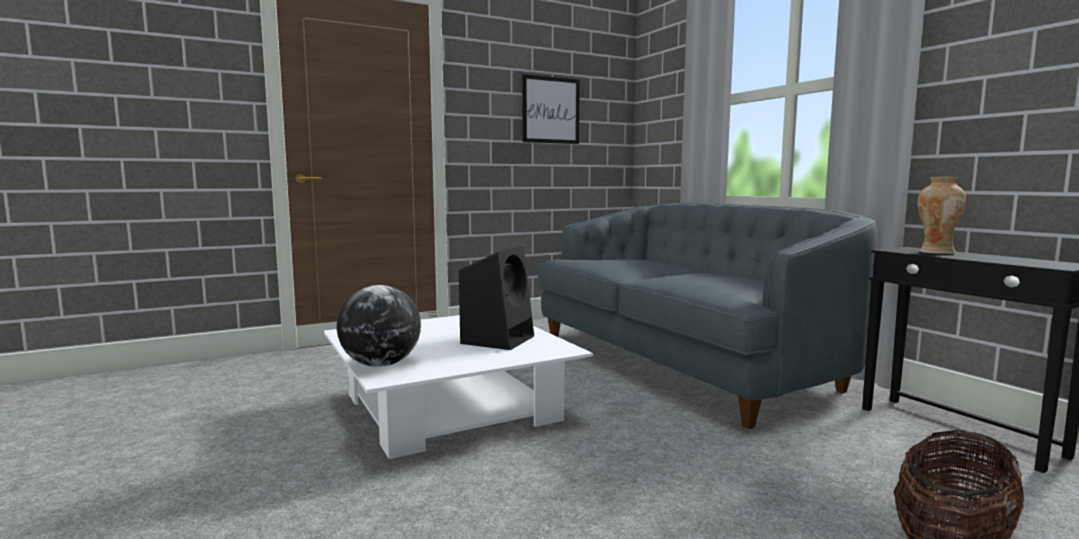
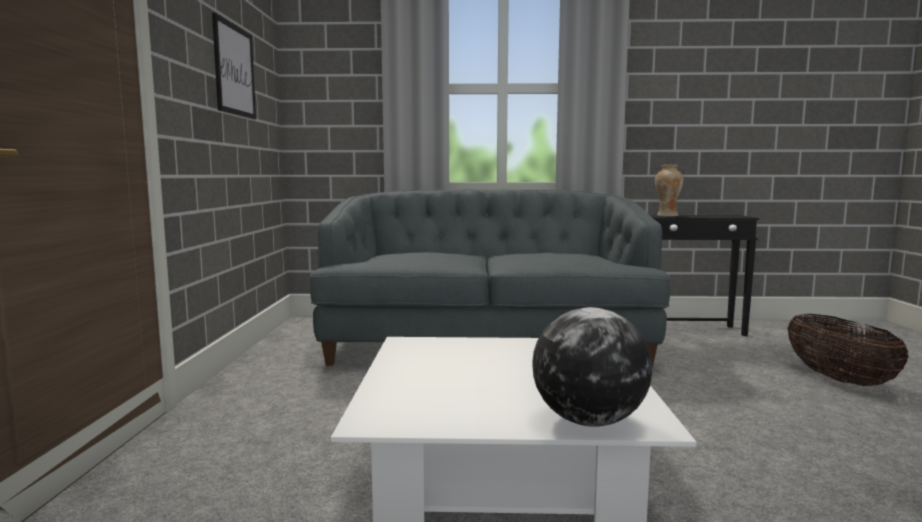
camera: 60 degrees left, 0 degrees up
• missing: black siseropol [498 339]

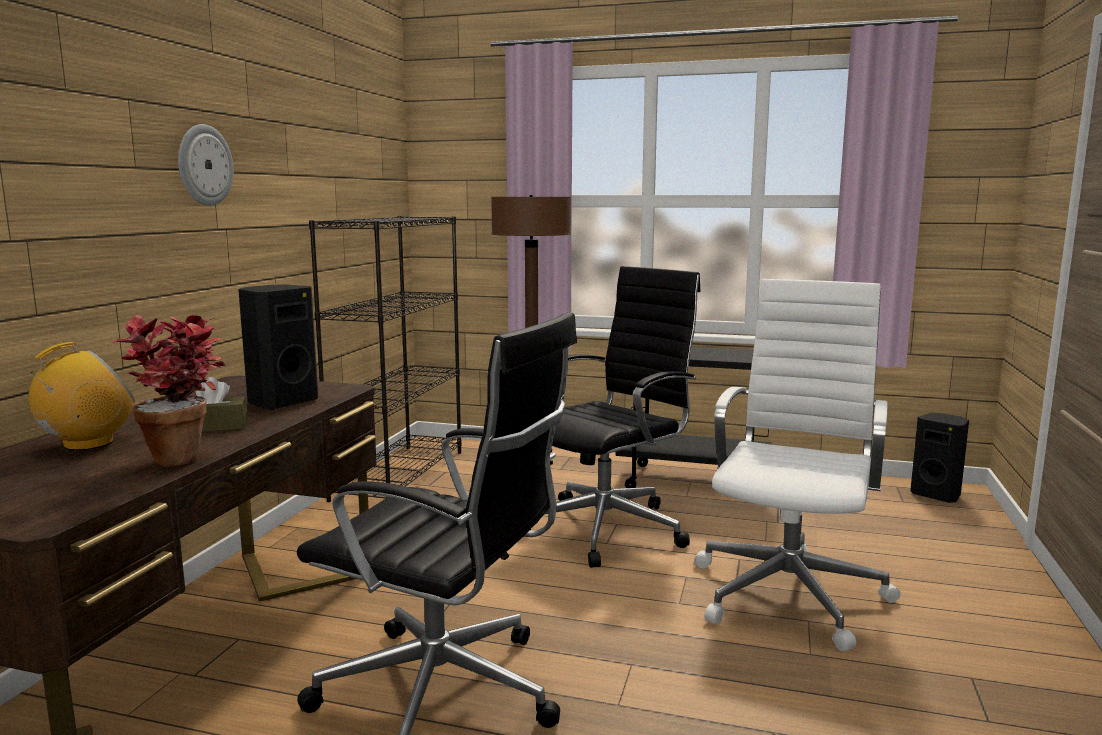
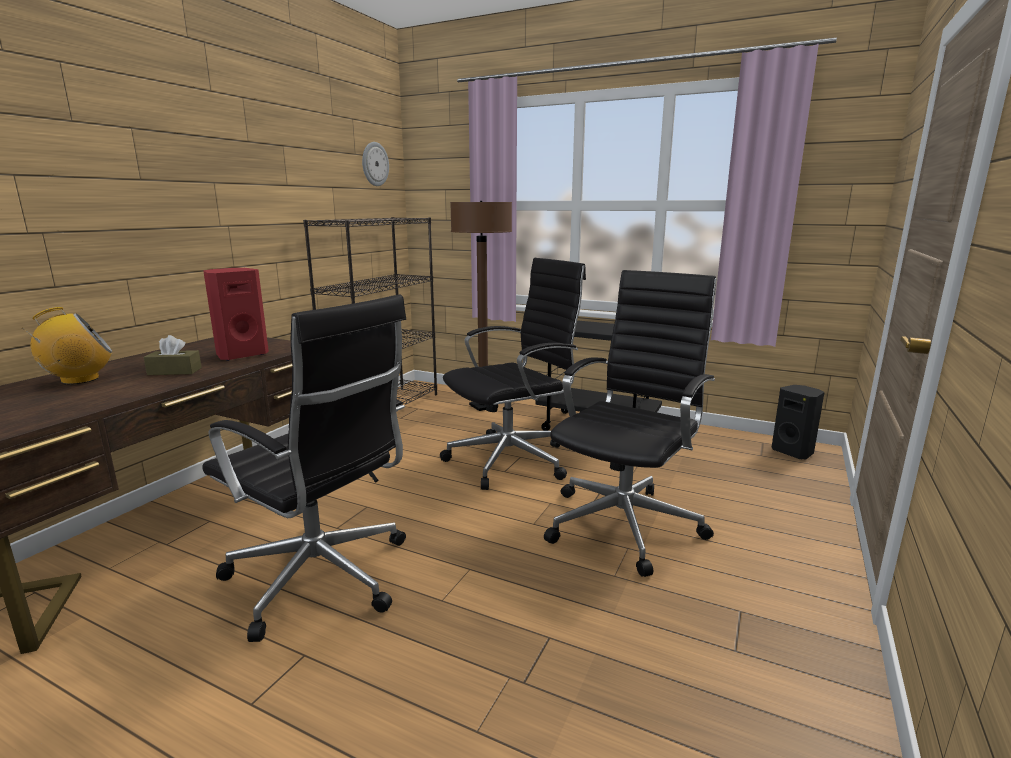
camera: 10 degrees right, 5 degrees up
• missing: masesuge [185 456]
• relocated: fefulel [204 165] to [374 164]
• colour: black siseropol [281 402] to red siseropol [241 355]
• colour: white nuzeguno [790 592] to black nuzeguno [625 523]

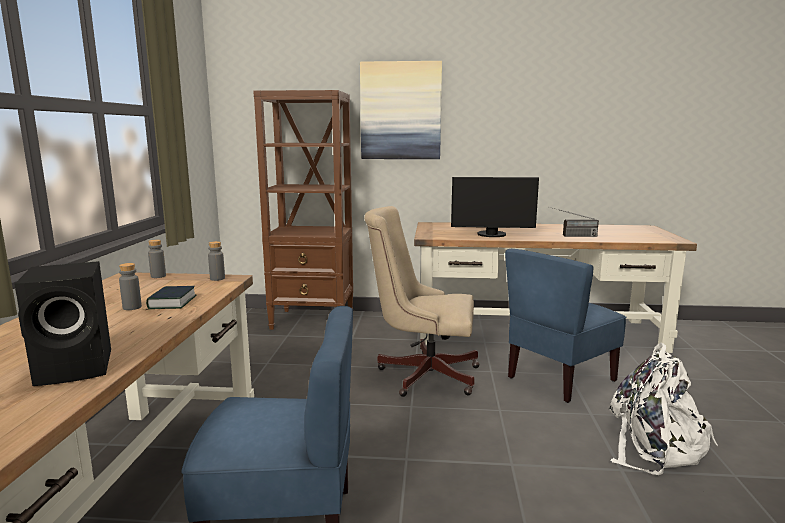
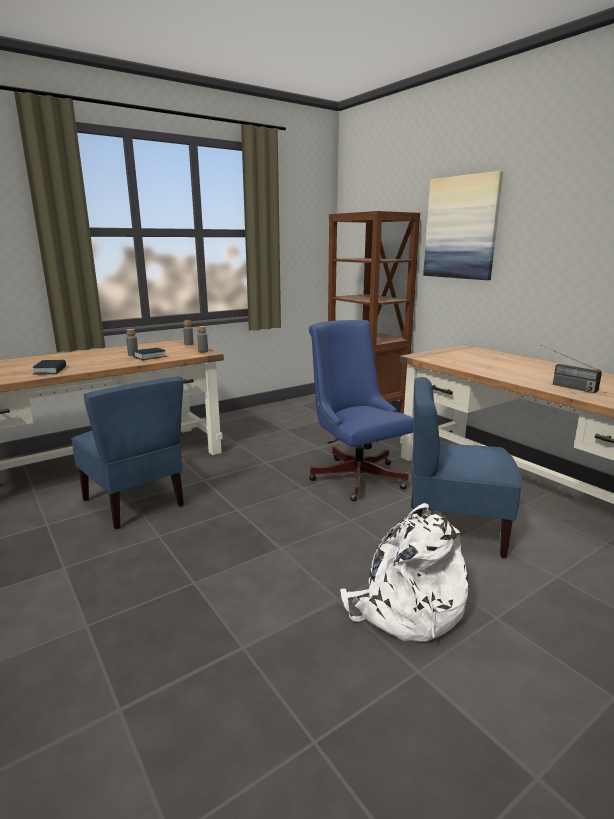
camera: 50 degrees right, 5 degrees up
• missing: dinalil [492 235]
• exchanged: black siseropol [78 367] to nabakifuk [50 370]
• colour: beige nuzeguno [422 374] to blue nuzeguno [355 475]

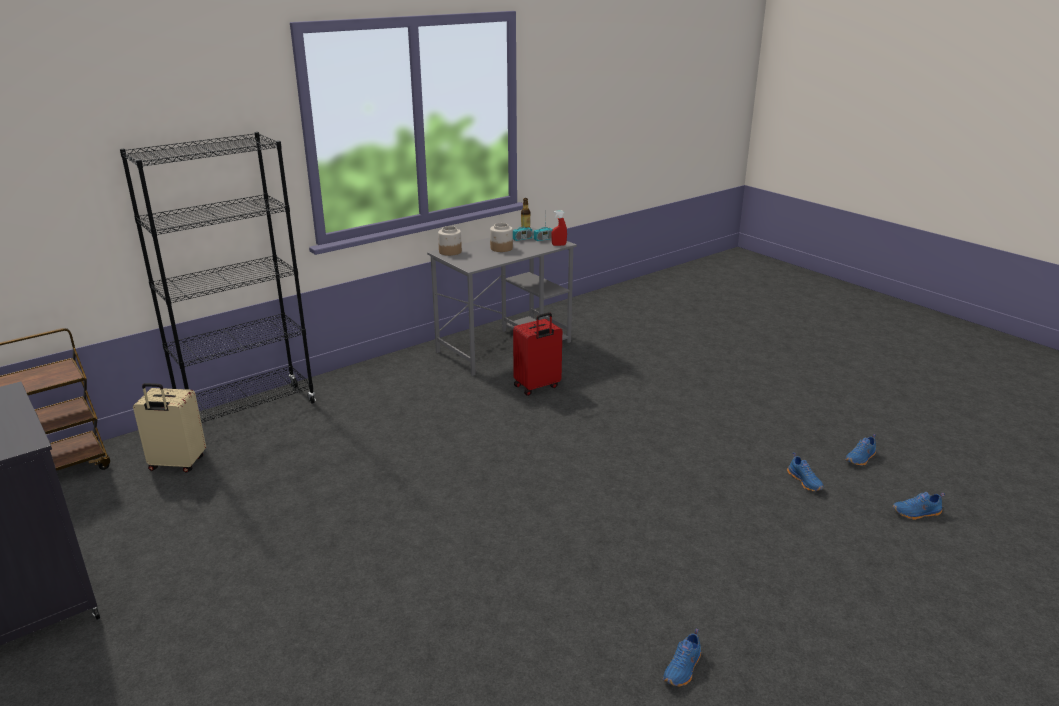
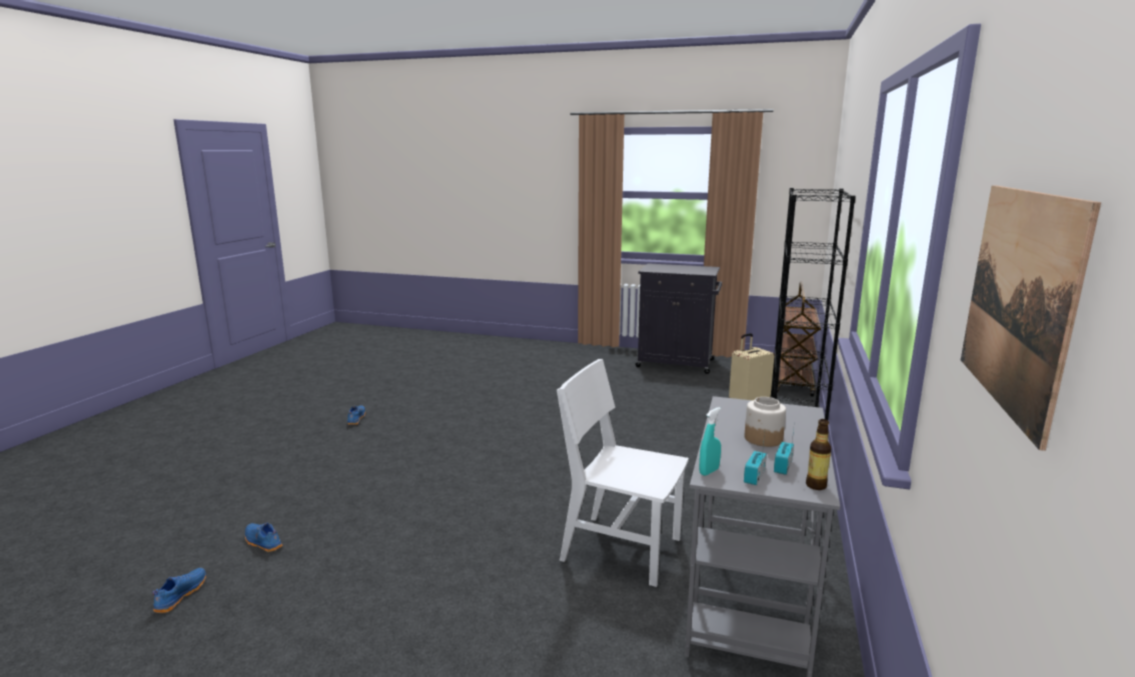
camera: 145 degrees right, 10 degrees down
• missing: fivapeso [450 252]
• missing: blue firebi [917 513]
• appeared: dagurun [1017 299]
• exchanged: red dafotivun [537 387] to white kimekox [621 549]
• colour: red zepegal [559 245] to turquoise zepegal [709 471]

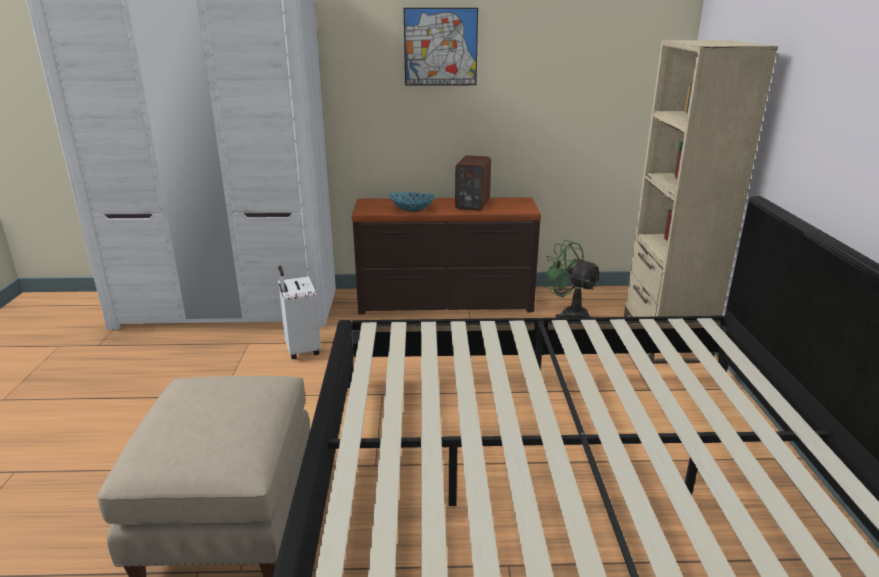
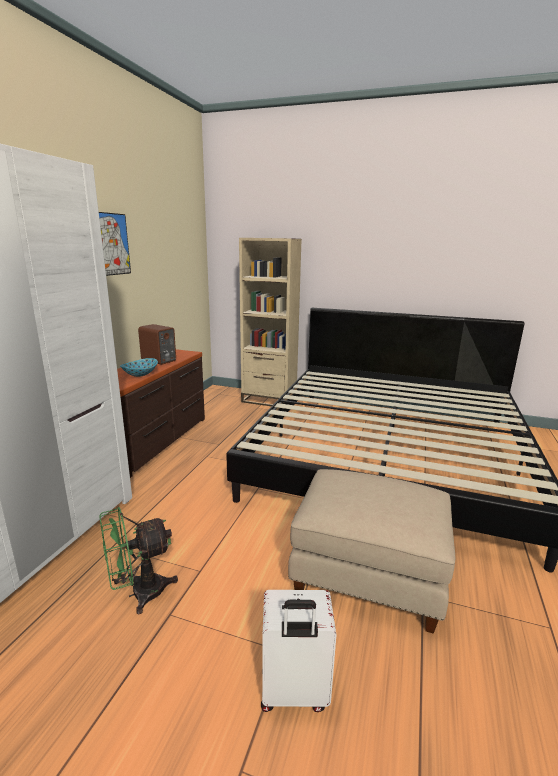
camera: 70 degrees left, 5 degrees down
• relocated: white dafotivun [301 350] to [294 693]
• relocated: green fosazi [569 313] to [139 593]

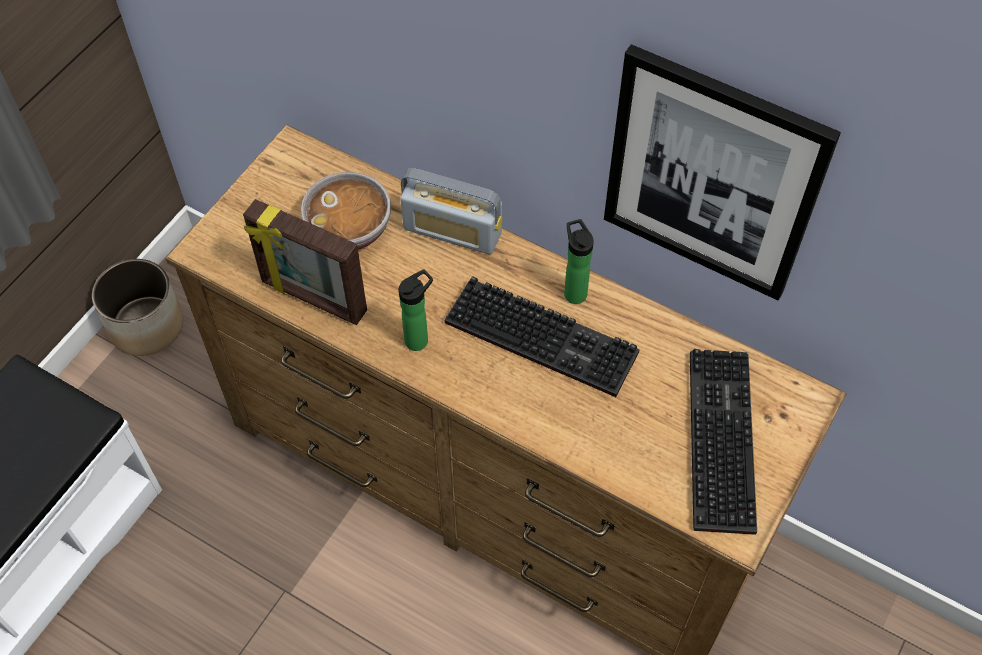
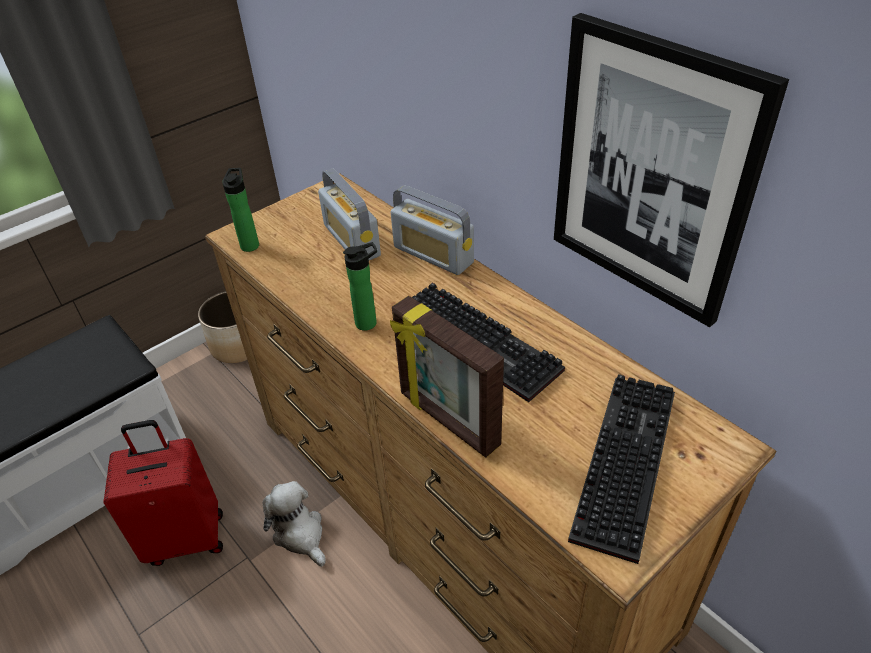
camera: 20 degrees right, 15 degrees down
• appeared: red dafotivun [186 537]
• appeared: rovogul [300 533]
• relocated: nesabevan [313 298] to [447 420]
• relocated: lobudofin [574 291] to [250 244]
• exchanged: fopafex [350 229] to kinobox [352 240]

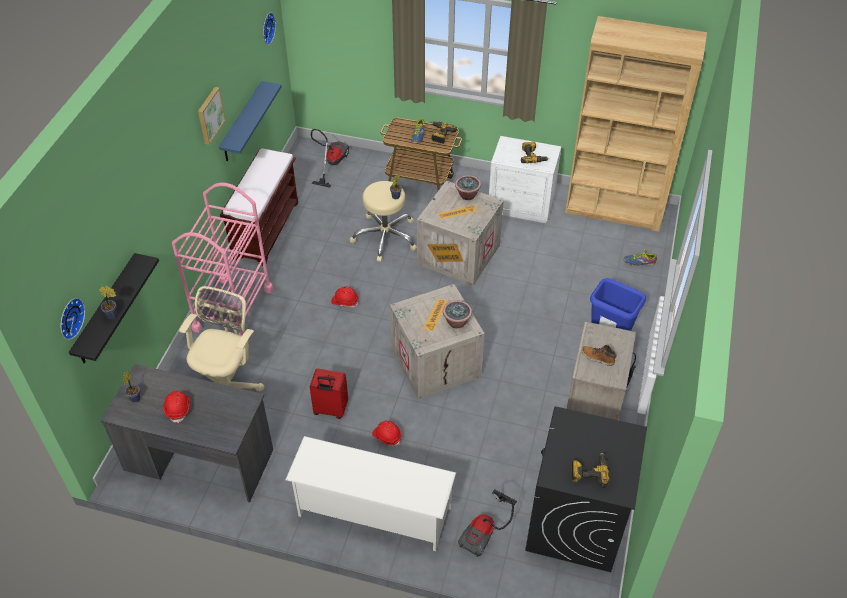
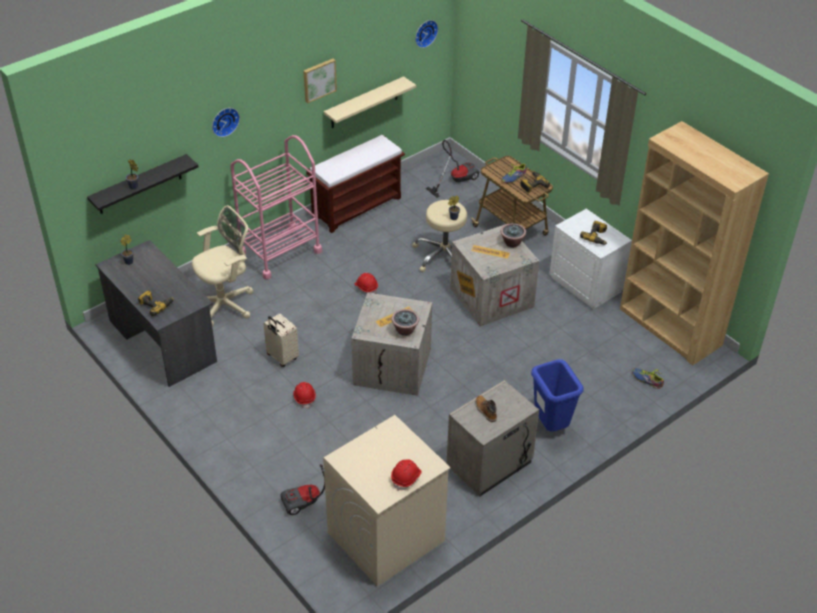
camera: 35 degrees right, 5 degrees down
• missing: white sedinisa [373 512]
• relocated: fefulel [69 318] to [224 121]
• relocated: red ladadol [178 408] to [406 478]
• relocated: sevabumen [589 472] to [156 305]
• colour: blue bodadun [242 122] to beige bodadun [364 103]
• colour: red dafotivun [330 410] to beige dafotivun [281 357]
• colour: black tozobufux [575 522] to beige tozobufux [385 537]

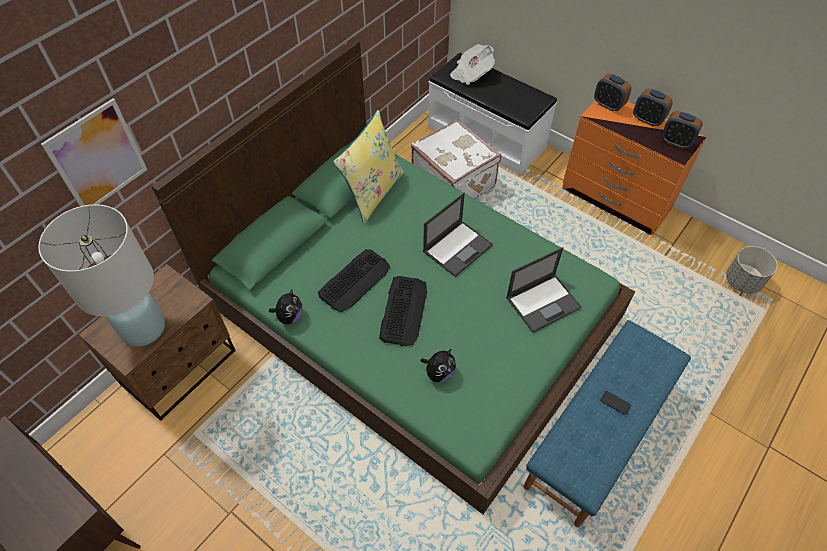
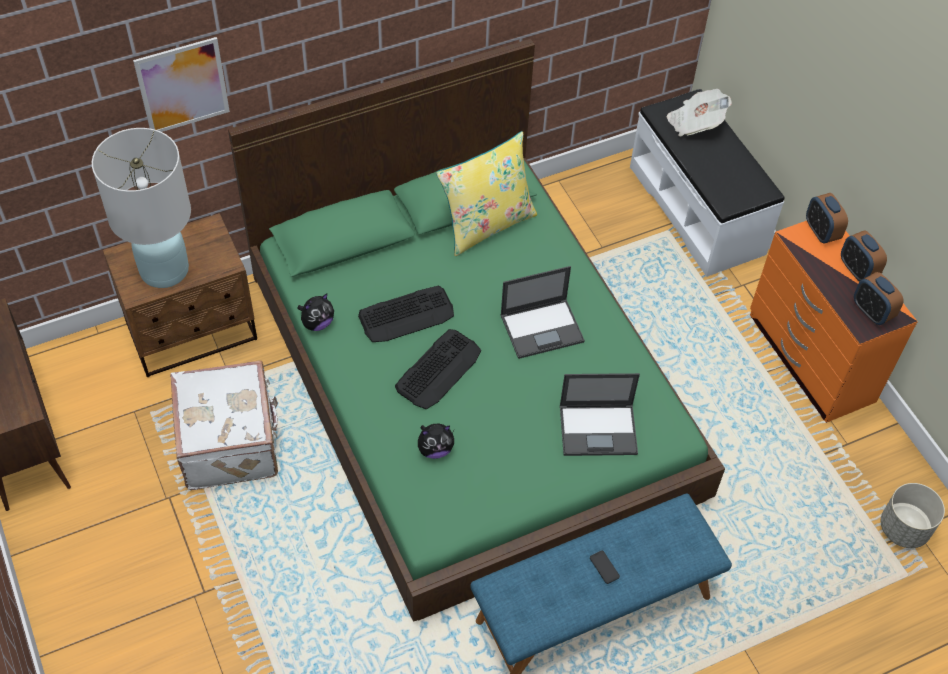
camera: 25 degrees right, 0 degrees up
• relocated: white dafotivun [454 181] to [231 442]

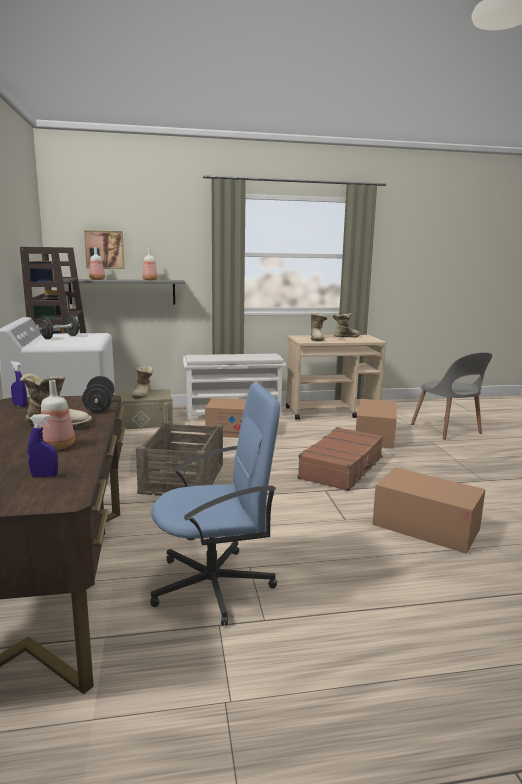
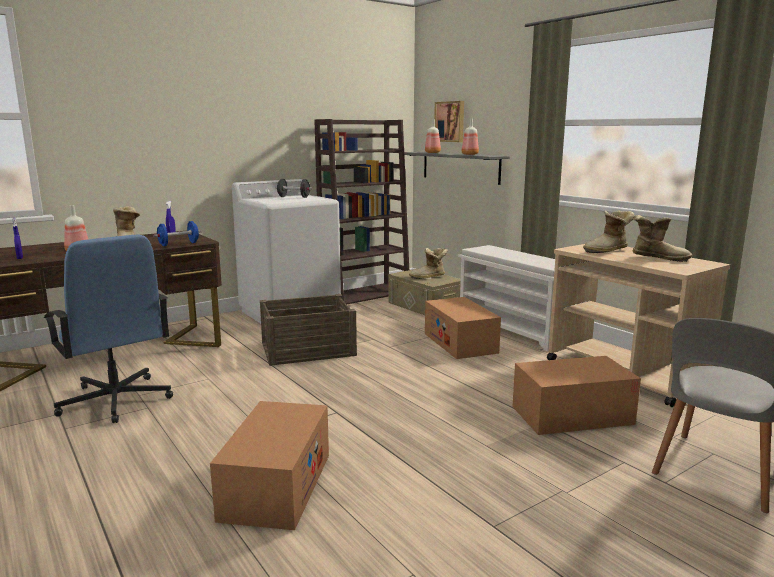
camera: 65 degrees right, 0 degrees up
• missing: brown dafotivun [342 468]
• colour: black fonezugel [99 406] to blue fonezugel [178 244]

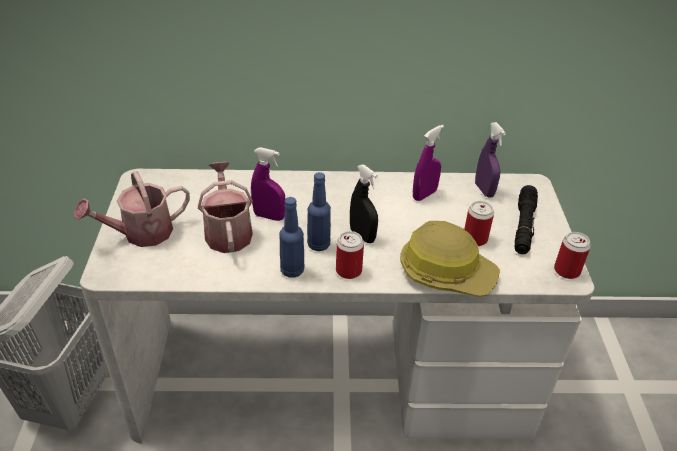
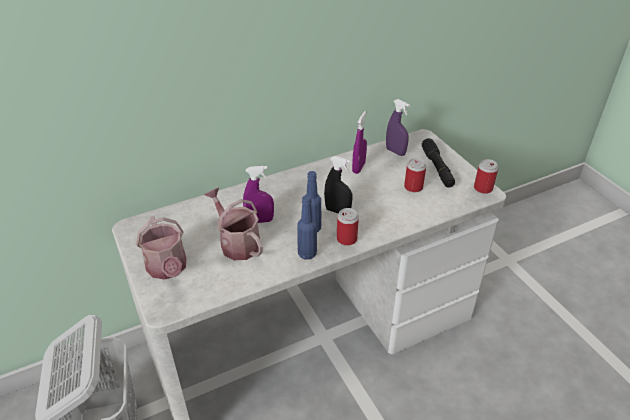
camera: 25 degrees left, 0 degrees up
• missing: ladadol [446 272]
• spun: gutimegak [141 233] = [168 269] 60 degrees counterclockwise

